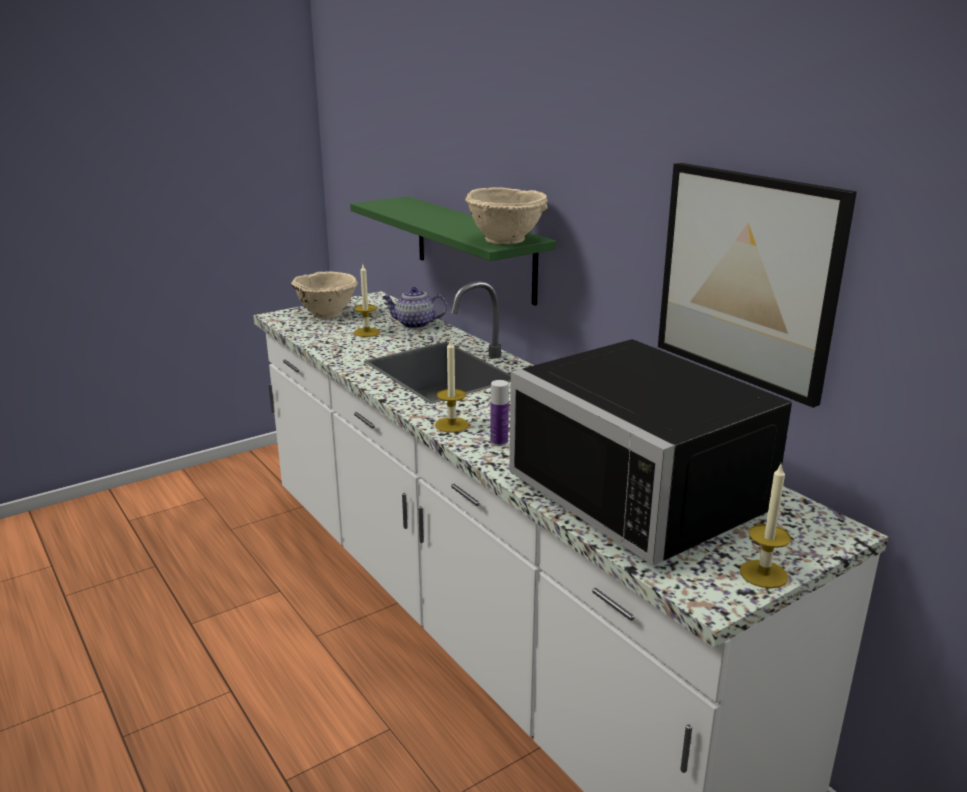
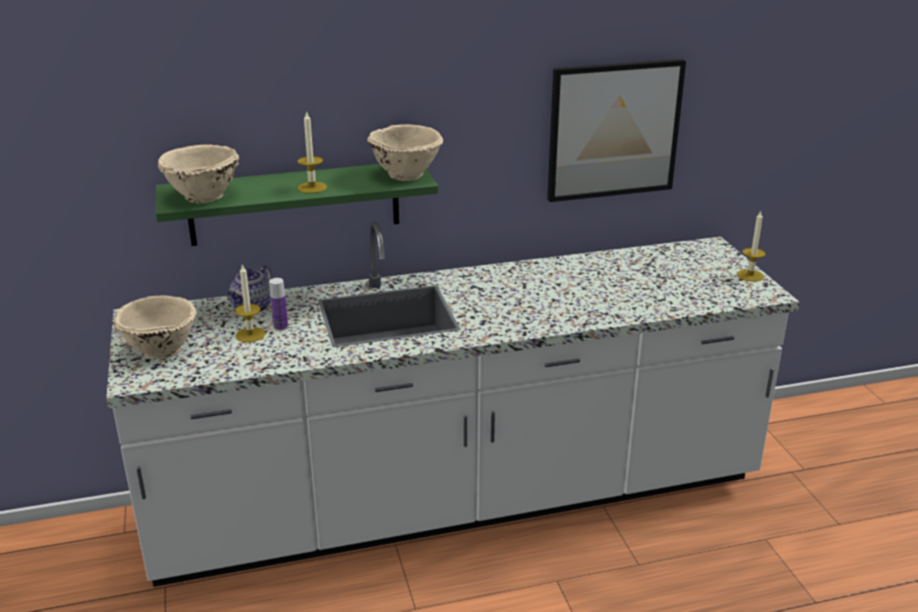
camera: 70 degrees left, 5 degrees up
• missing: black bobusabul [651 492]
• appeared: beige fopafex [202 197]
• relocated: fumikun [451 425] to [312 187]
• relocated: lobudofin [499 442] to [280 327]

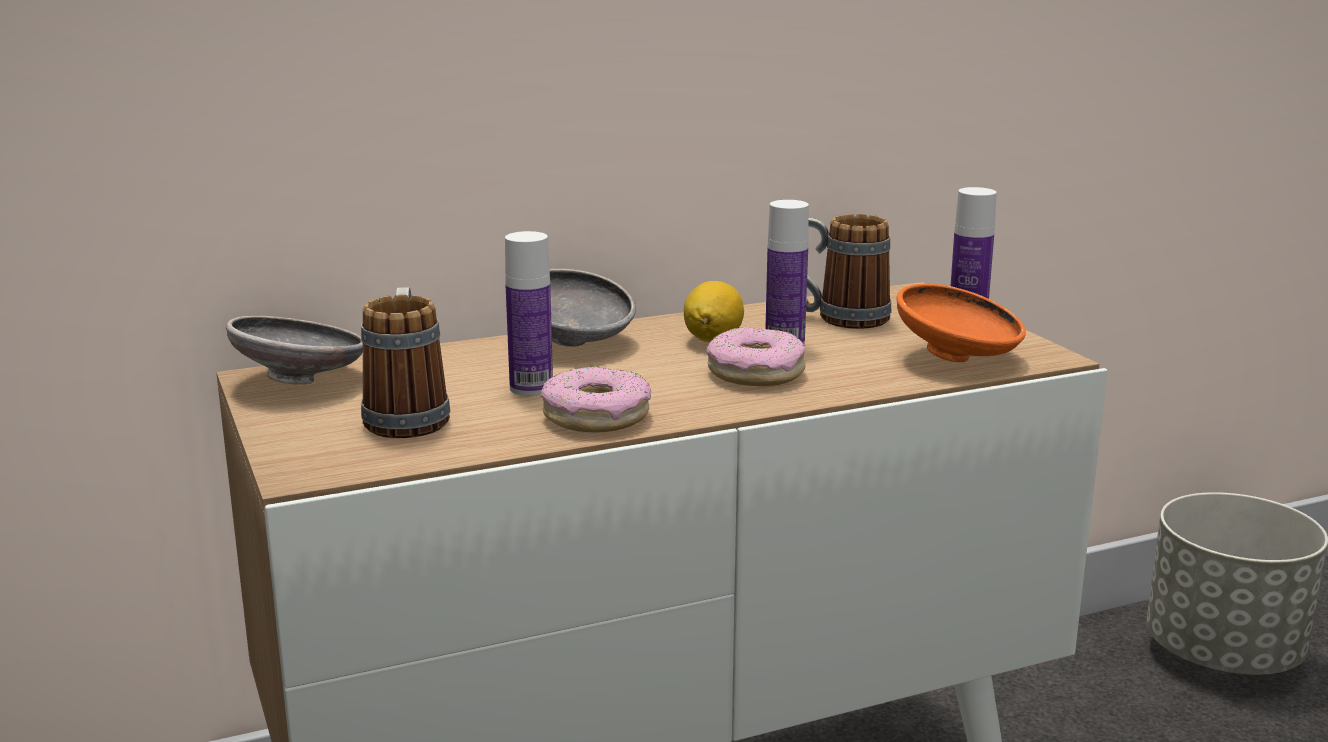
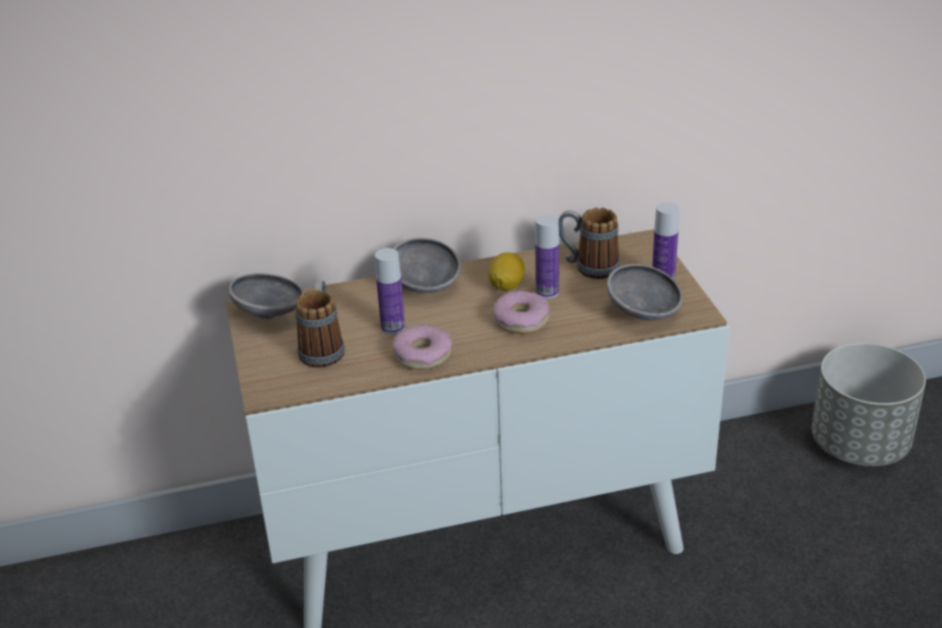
camera: 10 degrees right, 15 degrees up
• colour: orange fopafex [959 359] to grey fopafex [644 313]

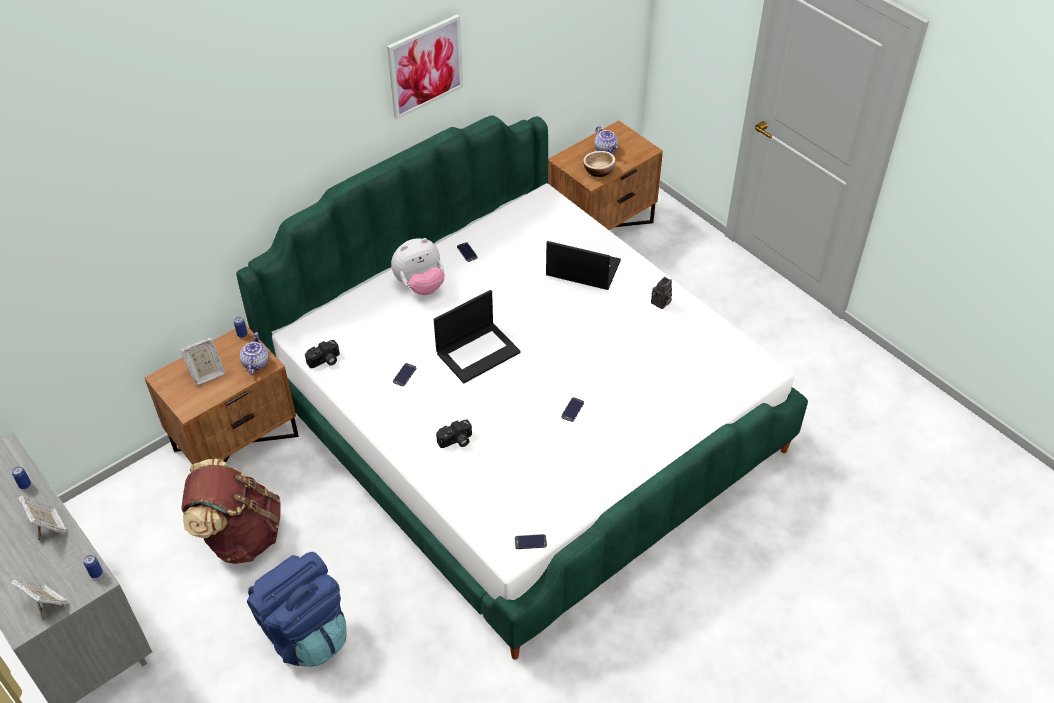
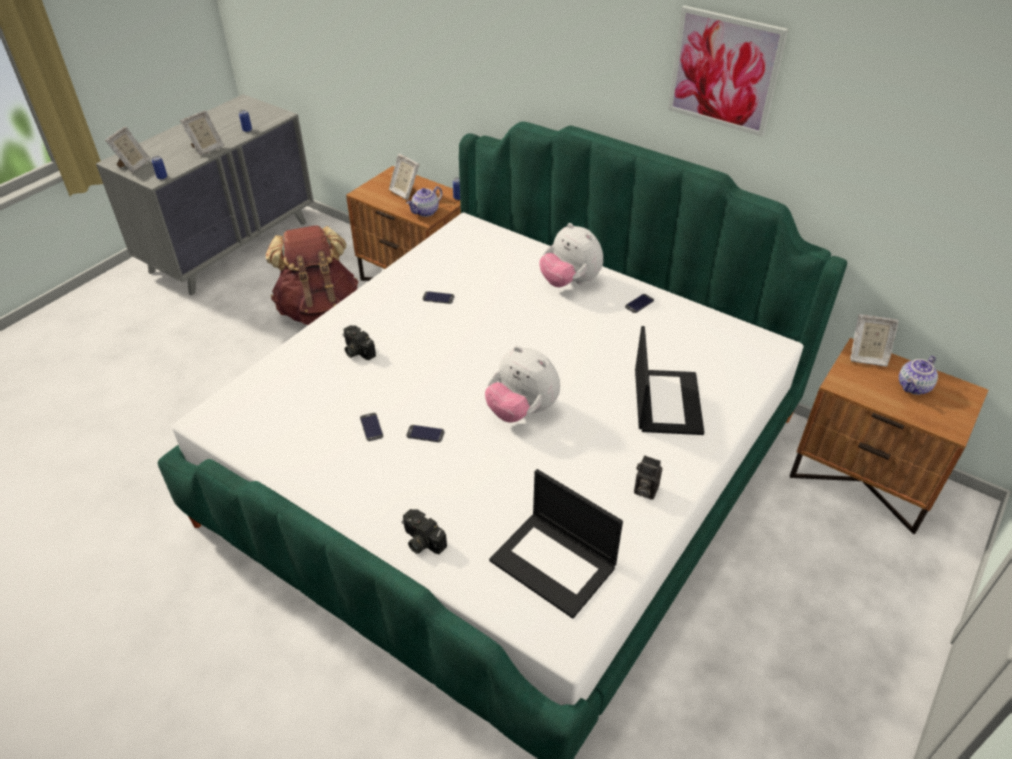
camera: 75 degrees right, 5 degrees down
• missing: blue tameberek [304 632]
• missing: fopafex [599 171]
• appeared: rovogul [522 410]
• appeared: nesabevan [866 357]
• relocated: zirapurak [325 361] to [421 541]
• relocated: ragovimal [478 352] to [554 563]
• relocated: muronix [530 542] to [371 427]
• spun: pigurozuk [255 363] = [426 212] 150 degrees clockwise

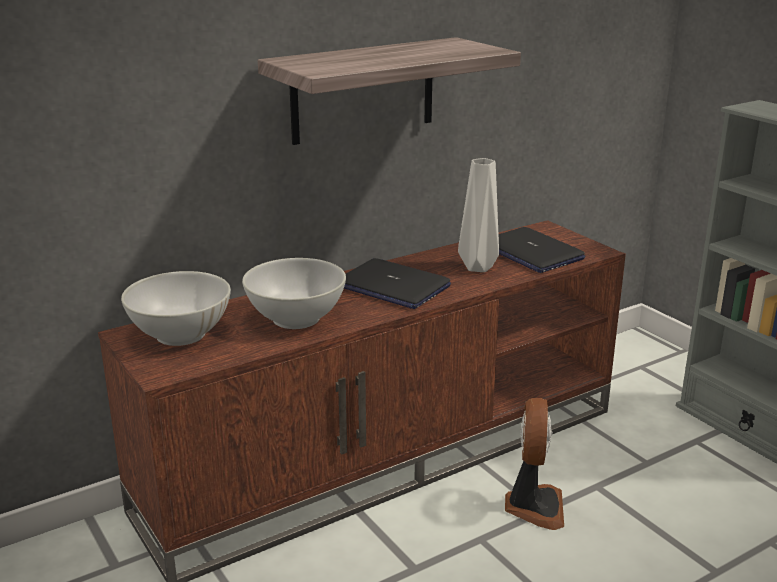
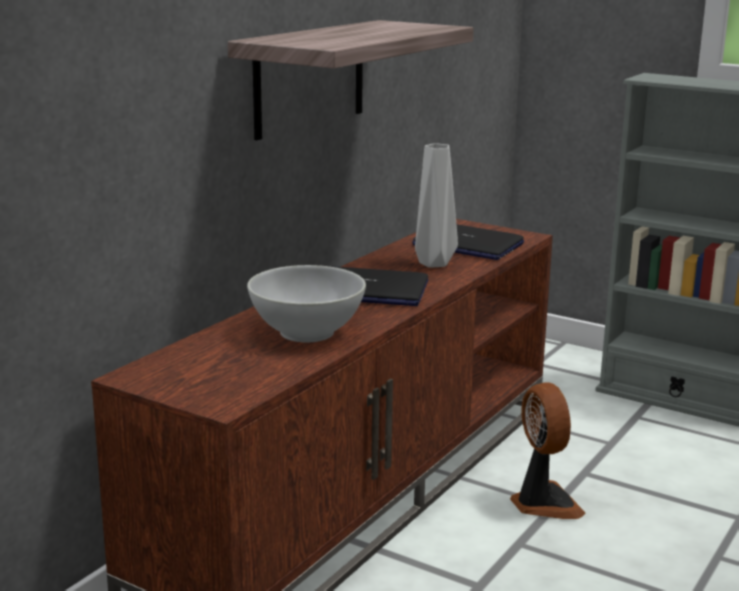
camera: 25 degrees left, 5 degrees down
• missing: white fopafex [180 334]

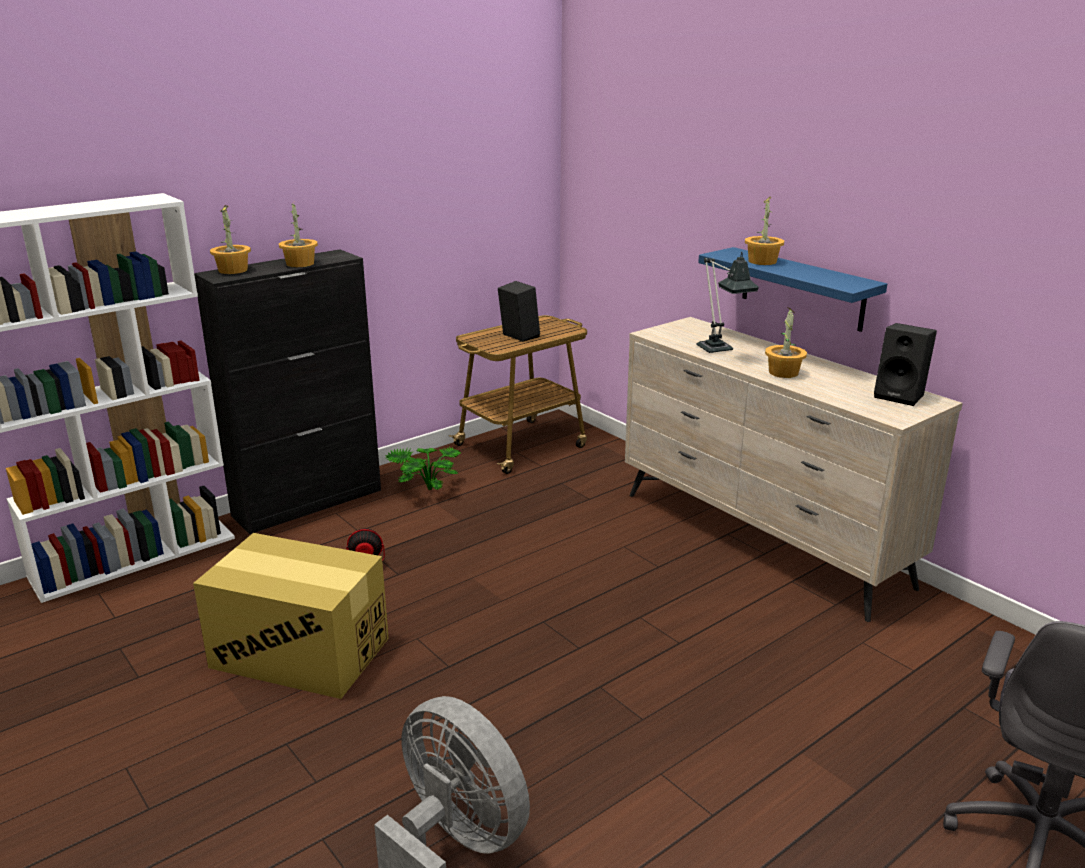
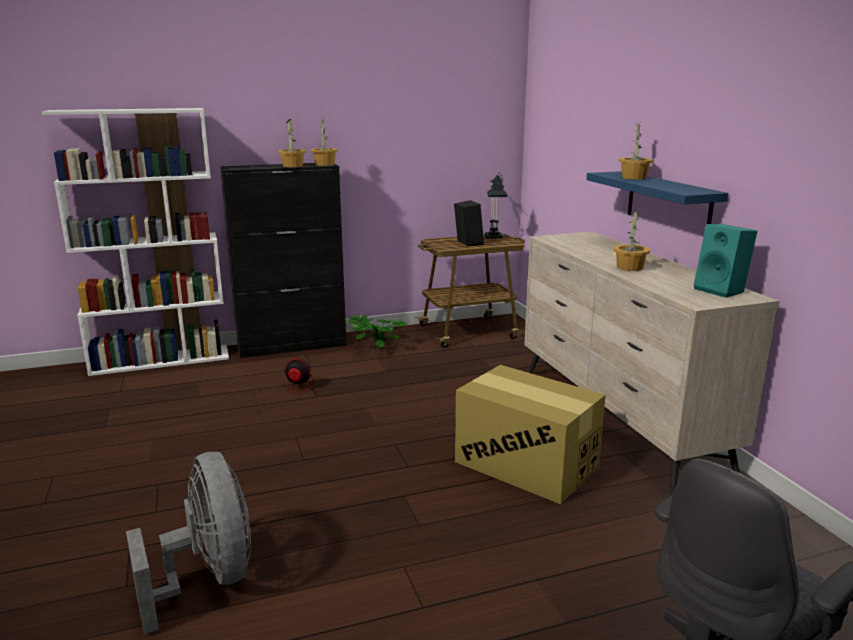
camera: 20 degrees right, 5 degrees down
• relocated: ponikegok [299 652] to [525 464]
• relocated: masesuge [233 270] to [325 164]
• relocated: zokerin [718 351] to [494 238]
• colour: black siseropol [901 396] to turquoise siseropol [722 290]

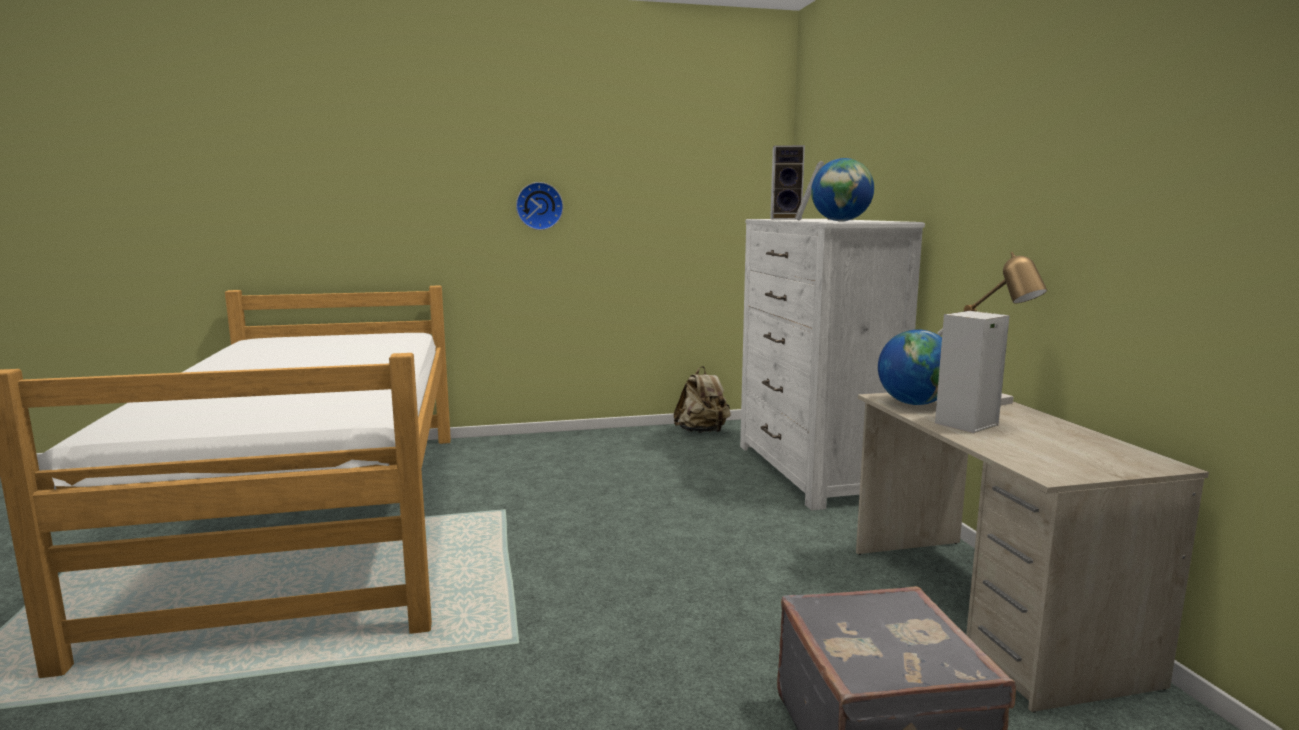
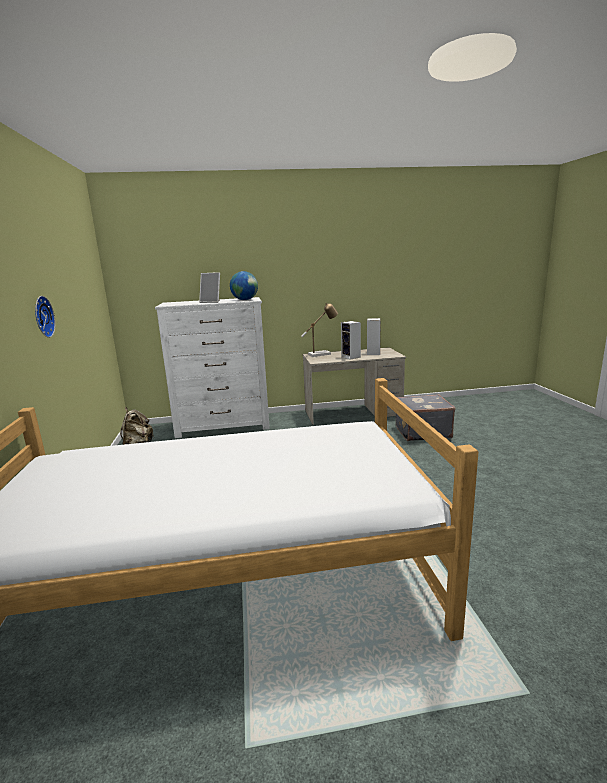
camera: 85 degrees left, 5 degrees up
• missing: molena [914 403]
• relocated: siseropol [787 219] to [373 353]

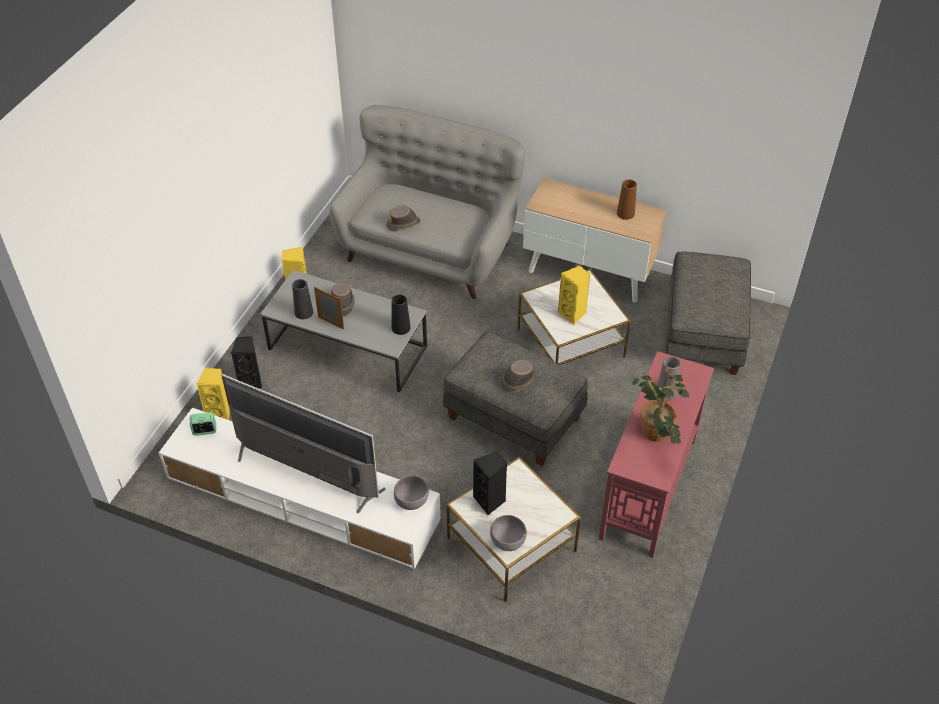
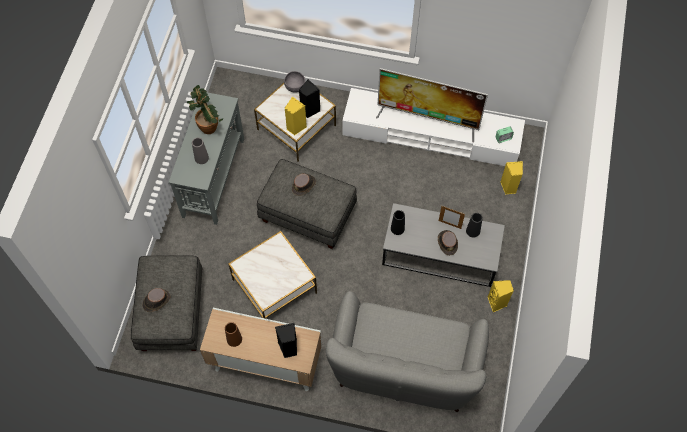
camera: 170 degrees right, 15 degrees up
• missing: grey fopafex [412 502]
• relocated: black siseropol [251 381] to [288 348]
• relocated: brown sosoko [403 224] to [156 301]
• relocated: yellow siseropol [573 314] to [295 127]
• colour: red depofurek [648 487] to grey depofurek [214 177]

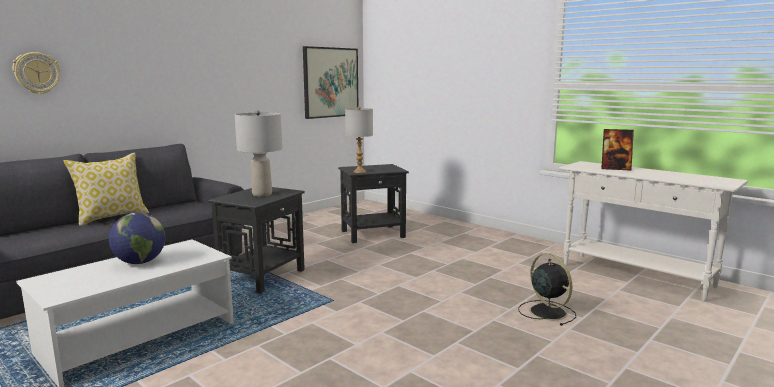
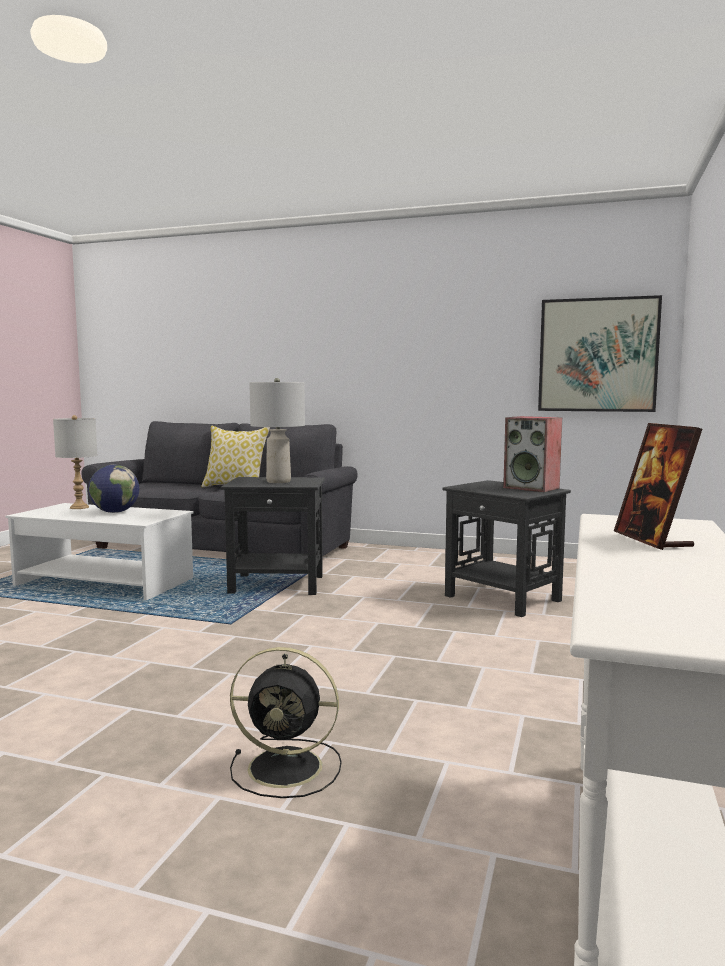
camera: 65 degrees right, 5 degrees down
• missing: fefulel [37 73]
• appeared: siseropol [532 488]
• relocated: grey zokerin [359 171] to [79 507]
• spun: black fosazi [546 311] = [288 767] 60 degrees clockwise

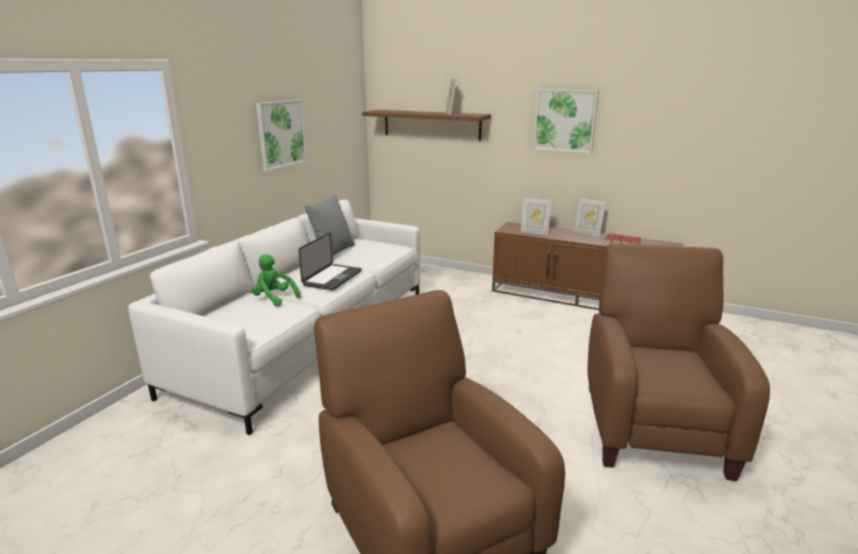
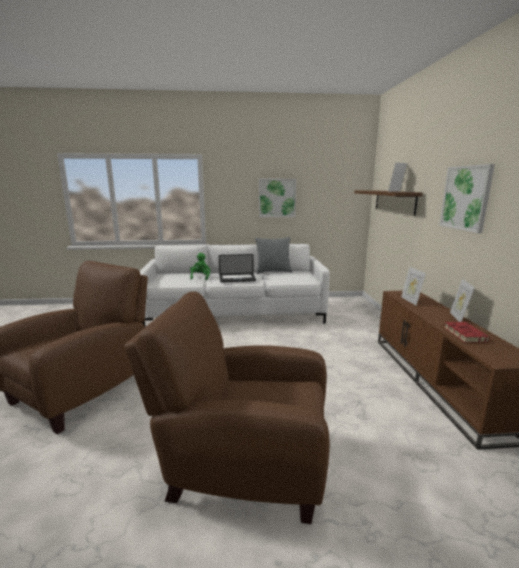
camera: 60 degrees right, 5 degrees down
• spun: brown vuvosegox [652 424] = [242 462] 150 degrees counterclockwise

